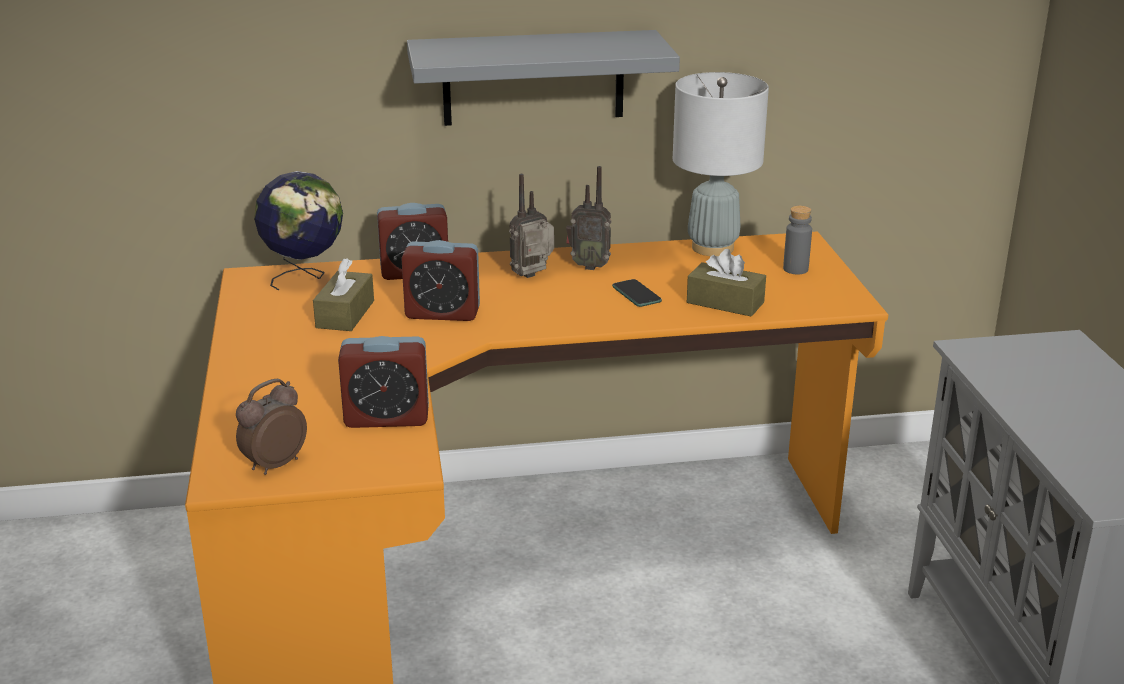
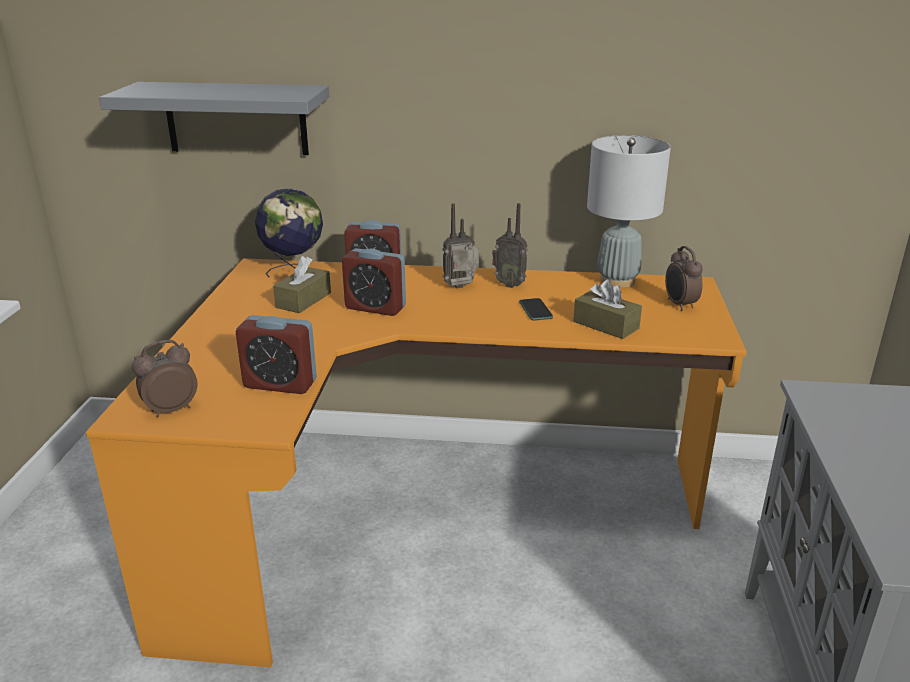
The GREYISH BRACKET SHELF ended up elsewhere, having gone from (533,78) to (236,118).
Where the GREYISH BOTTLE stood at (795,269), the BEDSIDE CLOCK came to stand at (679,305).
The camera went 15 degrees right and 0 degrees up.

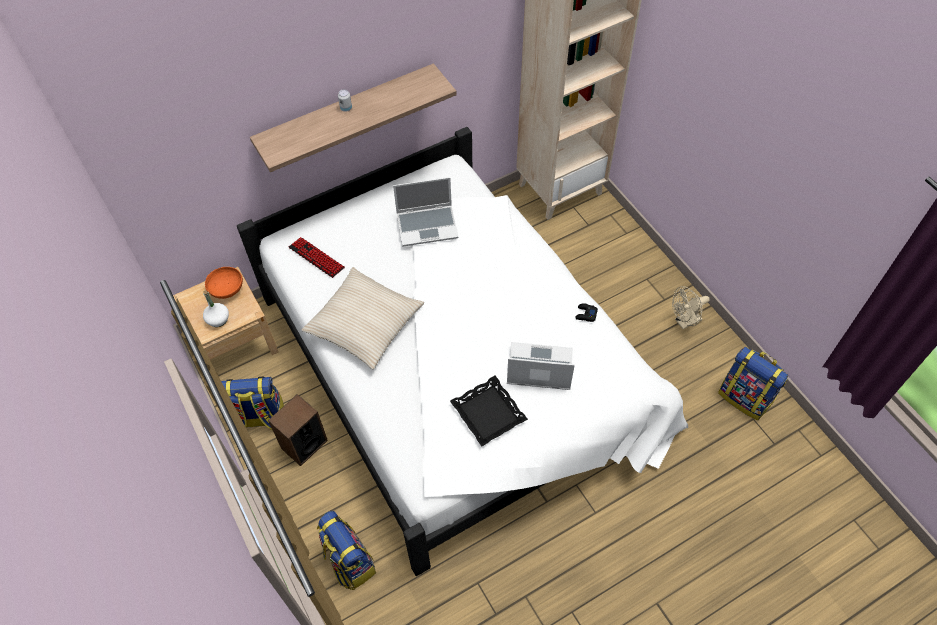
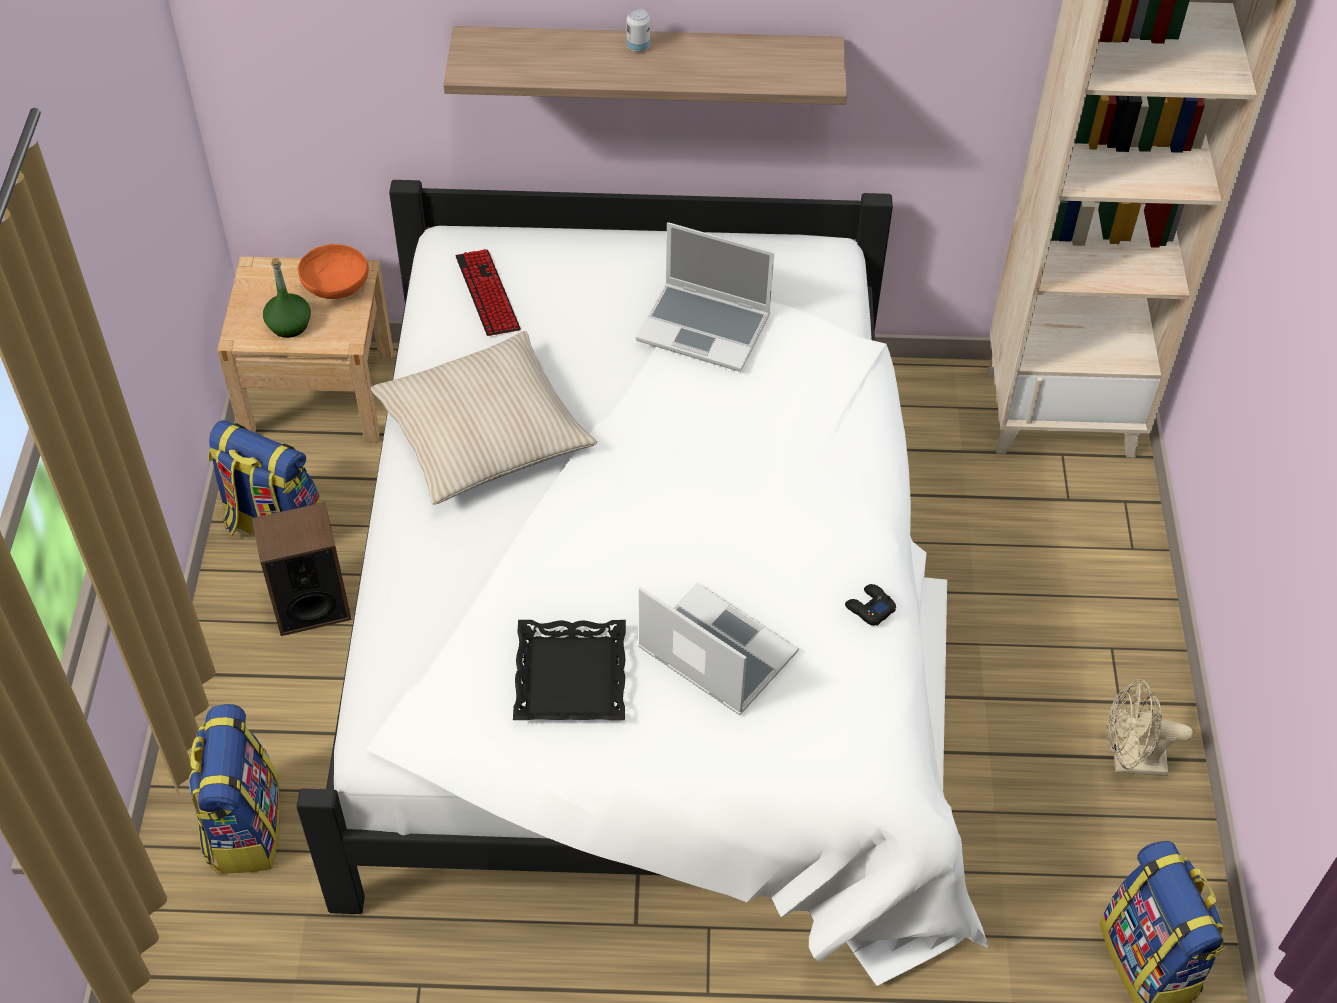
What was the WHITE-COLOURED BOTTLE at (218,319) turned into the GREEN-COLOURED BOTTLE at (289,325).
The camera went 30 degrees right and 5 degrees down.

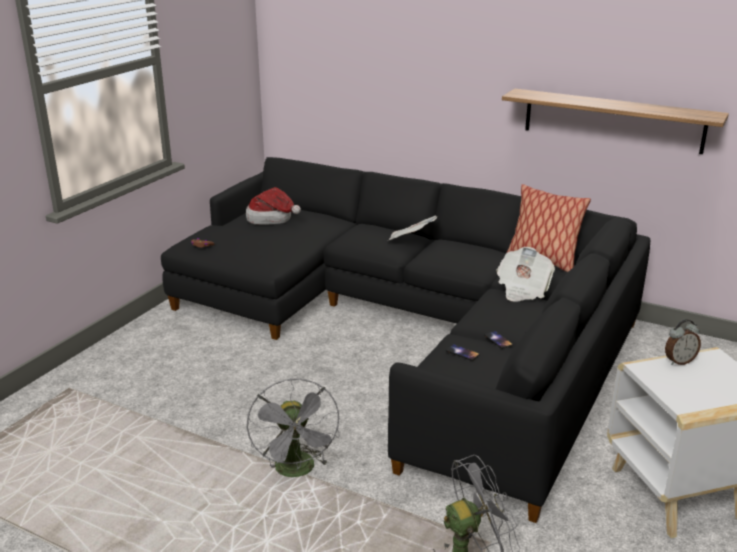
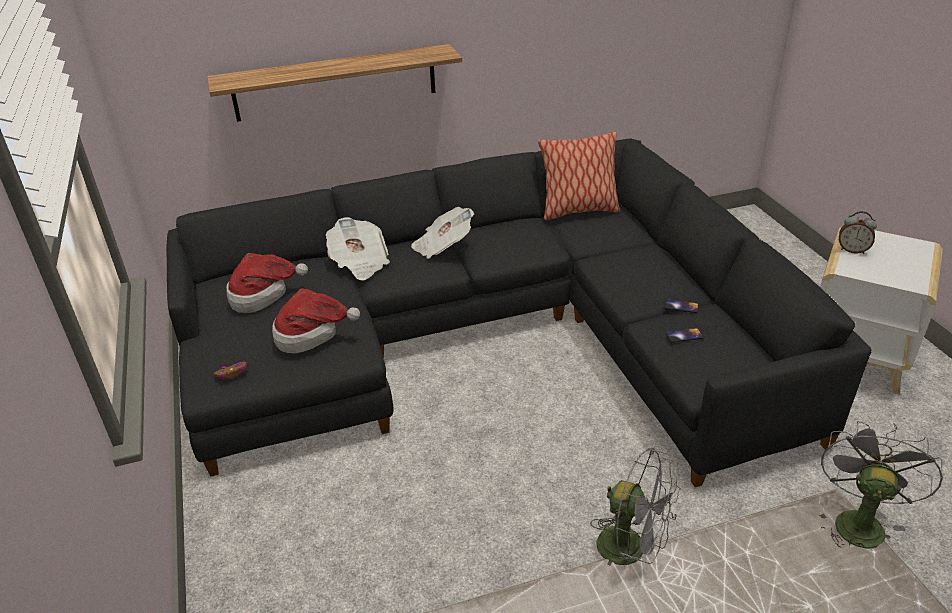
The BRACKET SHELF ended up elsewhere, having gone from (613,120) to (335,83).
The DAILY PAPER ended up elsewhere, having gone from (522,289) to (359,263).
The BEDSIDE CLOCK at (679,361) ended up facing another way, 90 degrees clockwise from before.
The second view gained the WEARABLE HAT at (311,334).
The camera went 45 degrees left and 10 degrees up.

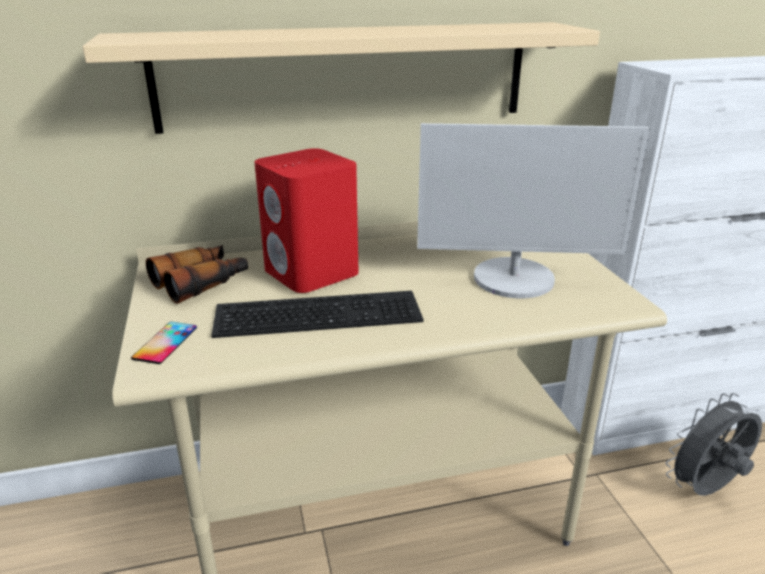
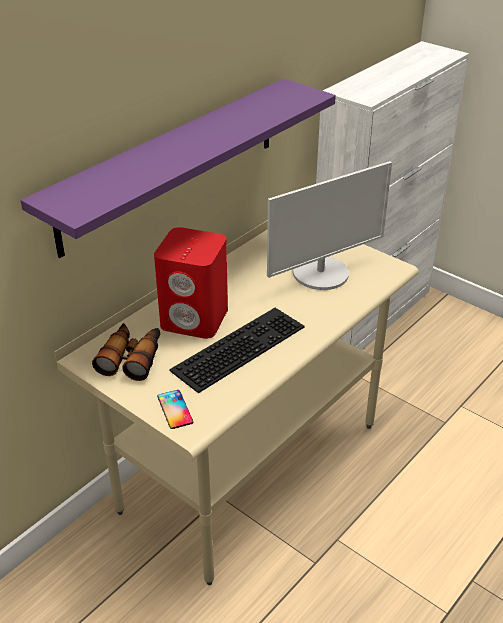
What was the SAND-COLOURED BRACKET SHELF at (345,76) turned into the PURPLE BRACKET SHELF at (171,164).
The second view lost the GREYISH FAN at (705,490).
The camera went 35 degrees left and 10 degrees up.

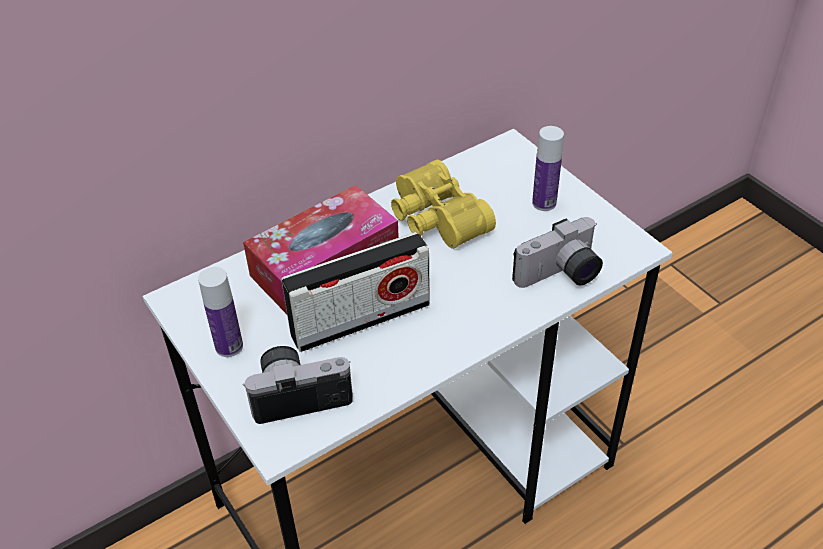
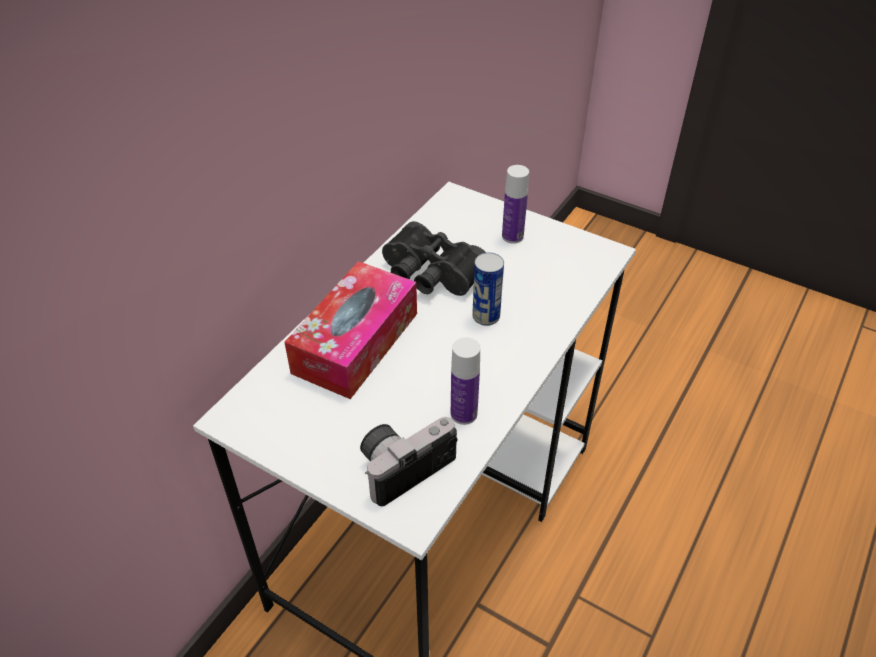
What was the YELLOW-COLOURED BINOCULARS at (435,219) turned into the BLACK BINOCULARS at (430,275).
The second view lost the PHOTO CAMERA at (560,276).
The second view lost the RADIO SET at (360,319).
The BOTTLE ended up elsewhere, having gone from (229,346) to (463,414).
The second view gained the SEALED CAN at (486,316).
The camera went 25 degrees left and 0 degrees up.

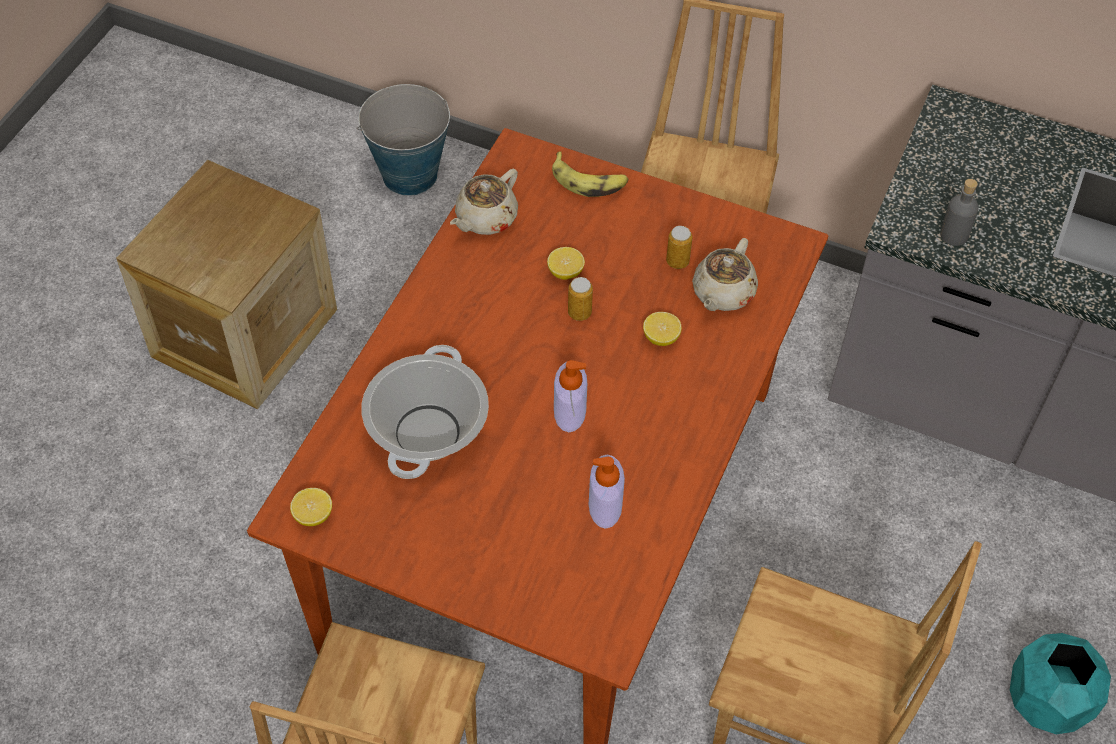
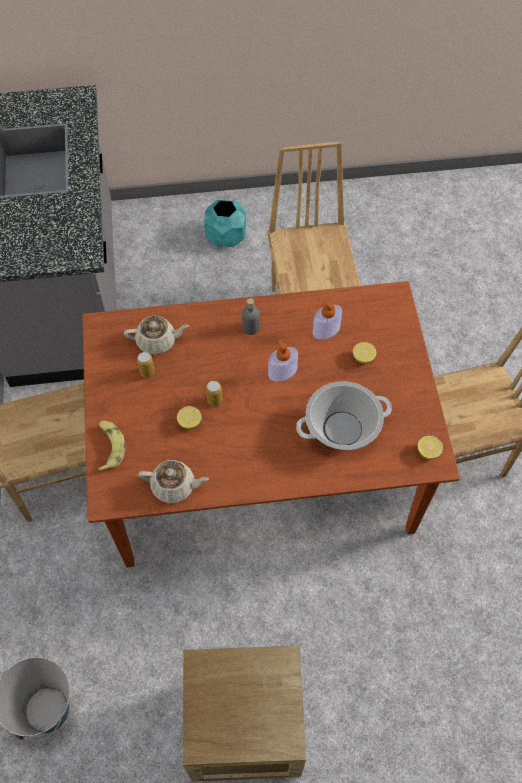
The GREYISH BOTTLE ended up elsewhere, having gone from (954,235) to (251,328).
The CITRUS FRUIT ended up elsewhere, having gone from (661,337) to (363,357).
The camera went 120 degrees left and 5 degrees up.

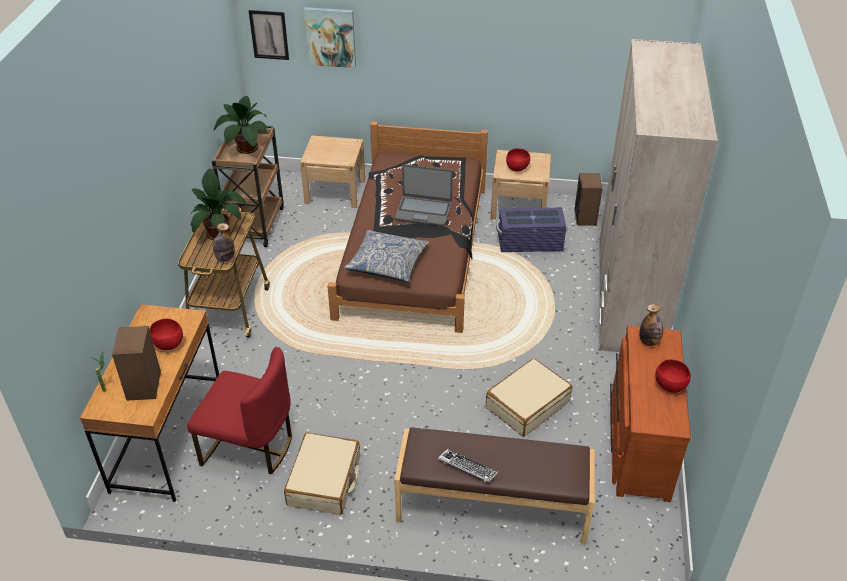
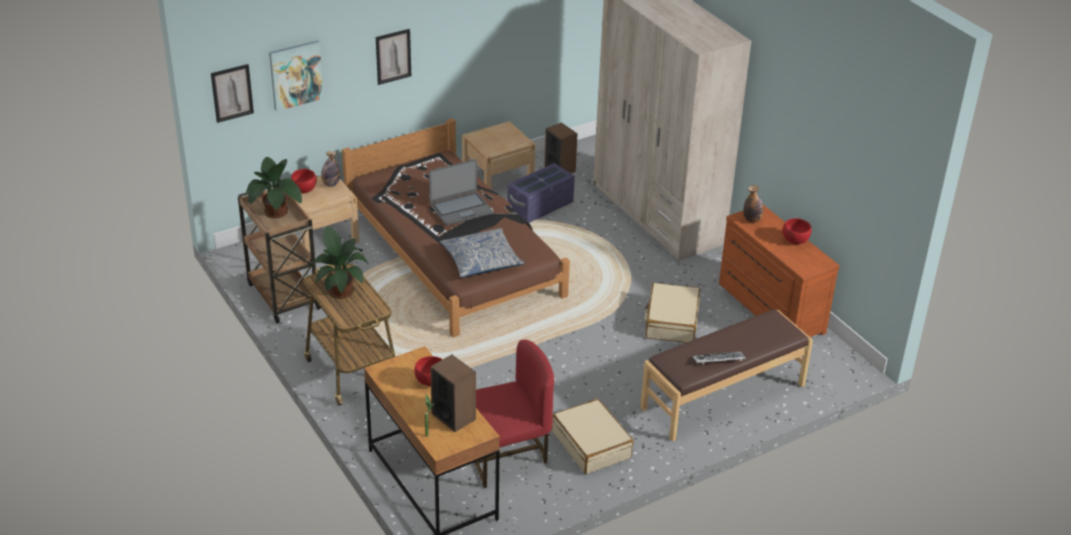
The RED BOWL ended up elsewhere, having gone from (517,168) to (304,190).
The BOTTLE ended up elsewhere, having gone from (225,258) to (331,184).
The second view gained the PICTURE at (393,56).
The camera went 40 degrees left and 5 degrees down.

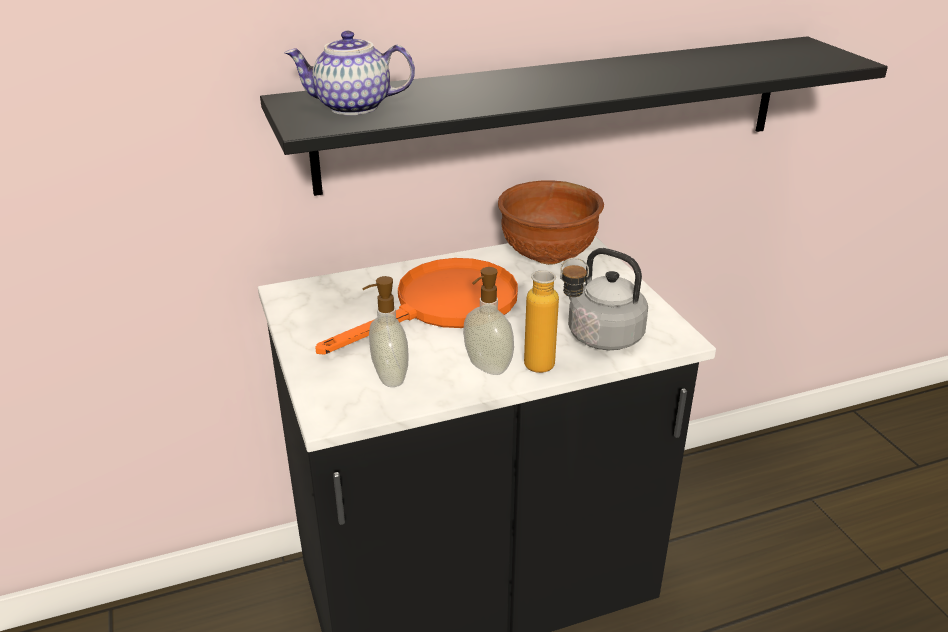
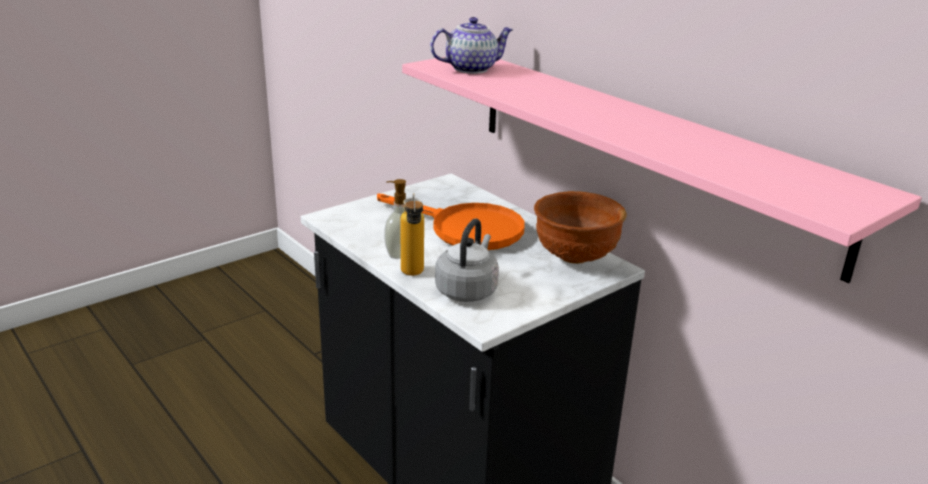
The TEAPOT at (352,108) ended up facing another way, 90 degrees clockwise from before.
What was the BLACK BRACKET SHELF at (558,112) turned into the PINK-COLOURED BRACKET SHELF at (642,151).
The second view lost the SOAP BOTTLE at (388,377).
The camera went 70 degrees right and 5 degrees down.

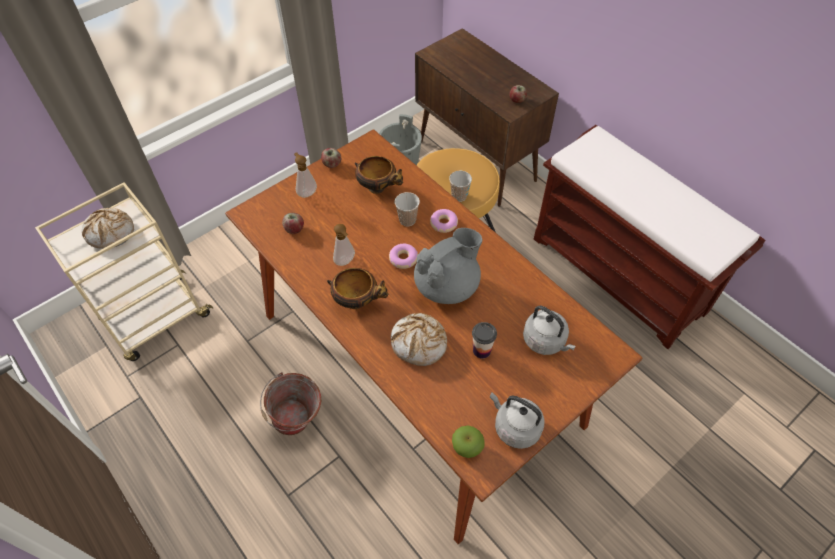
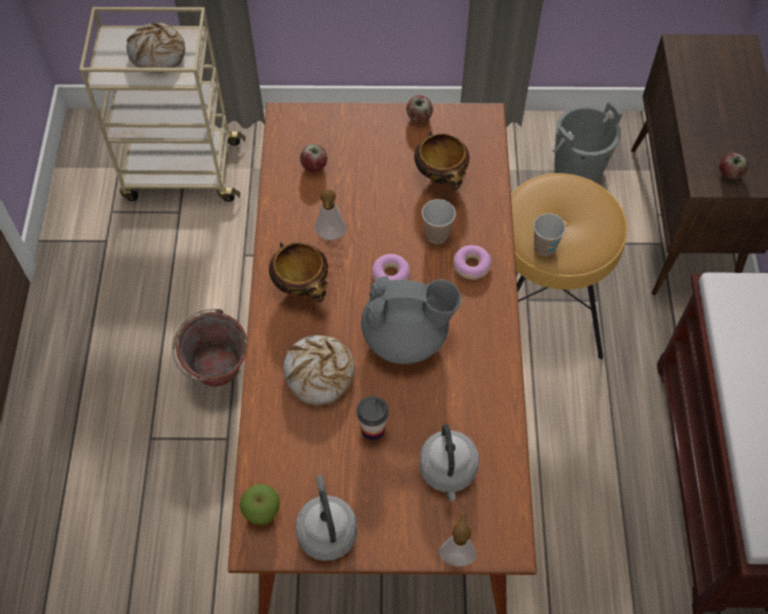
The SOAP BOTTLE ended up elsewhere, having gone from (306,193) to (456,555).
The camera went 40 degrees right and 5 degrees up.

